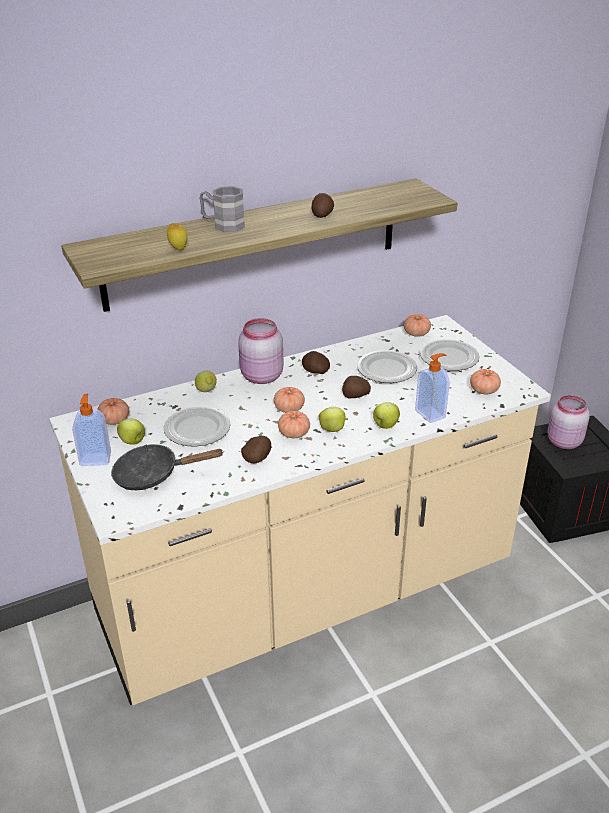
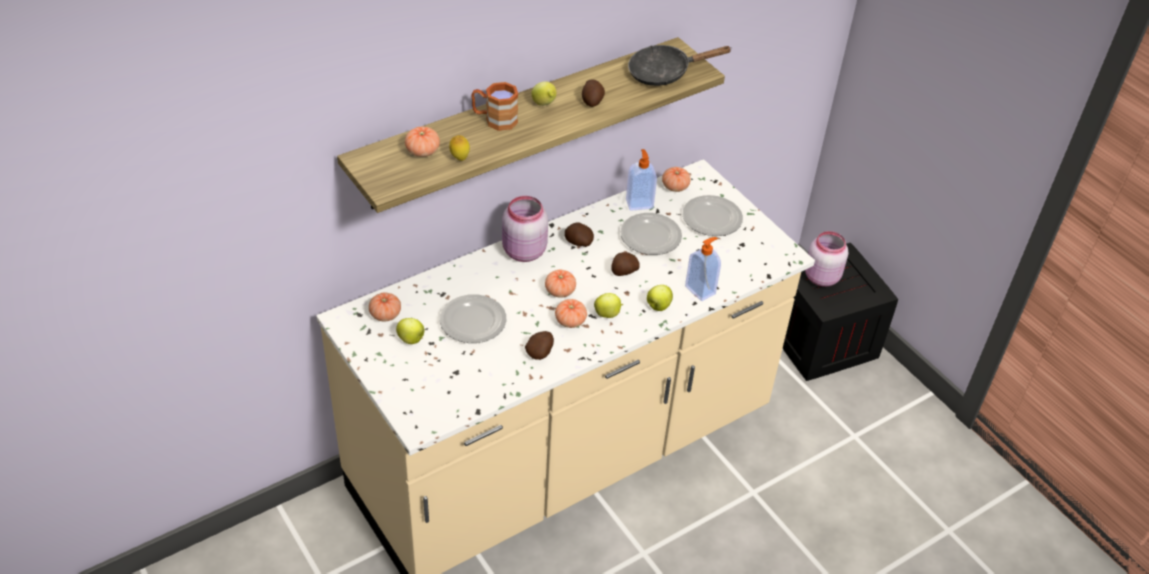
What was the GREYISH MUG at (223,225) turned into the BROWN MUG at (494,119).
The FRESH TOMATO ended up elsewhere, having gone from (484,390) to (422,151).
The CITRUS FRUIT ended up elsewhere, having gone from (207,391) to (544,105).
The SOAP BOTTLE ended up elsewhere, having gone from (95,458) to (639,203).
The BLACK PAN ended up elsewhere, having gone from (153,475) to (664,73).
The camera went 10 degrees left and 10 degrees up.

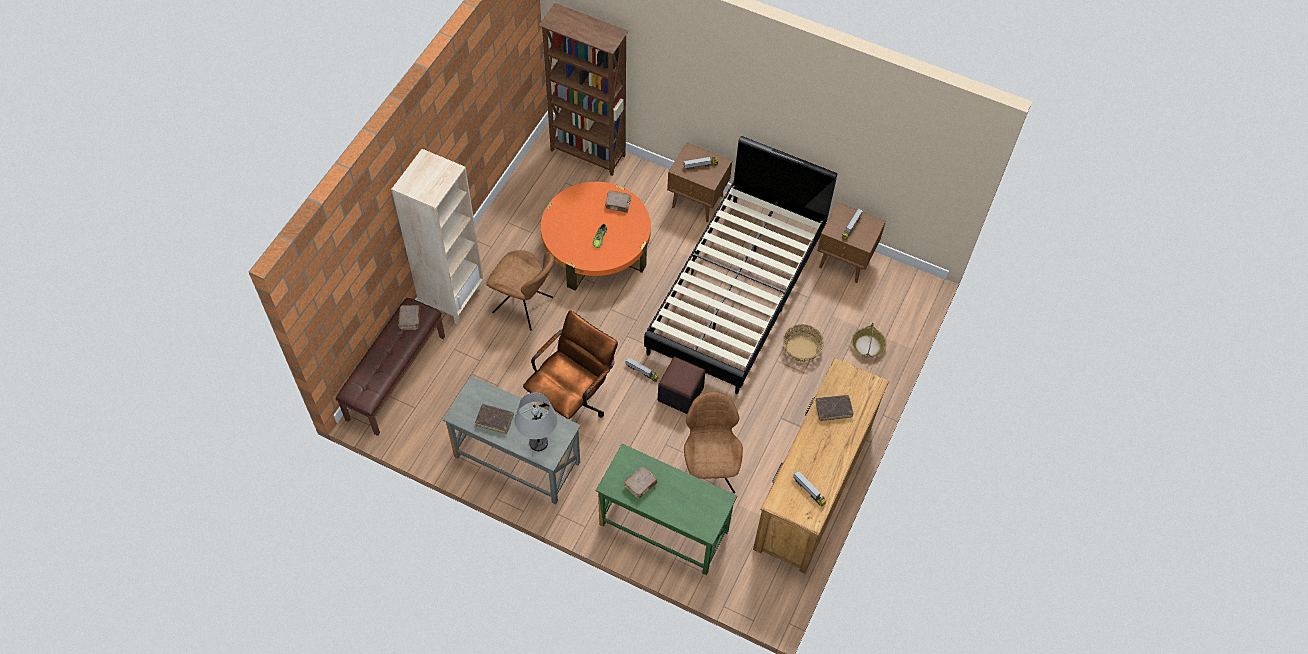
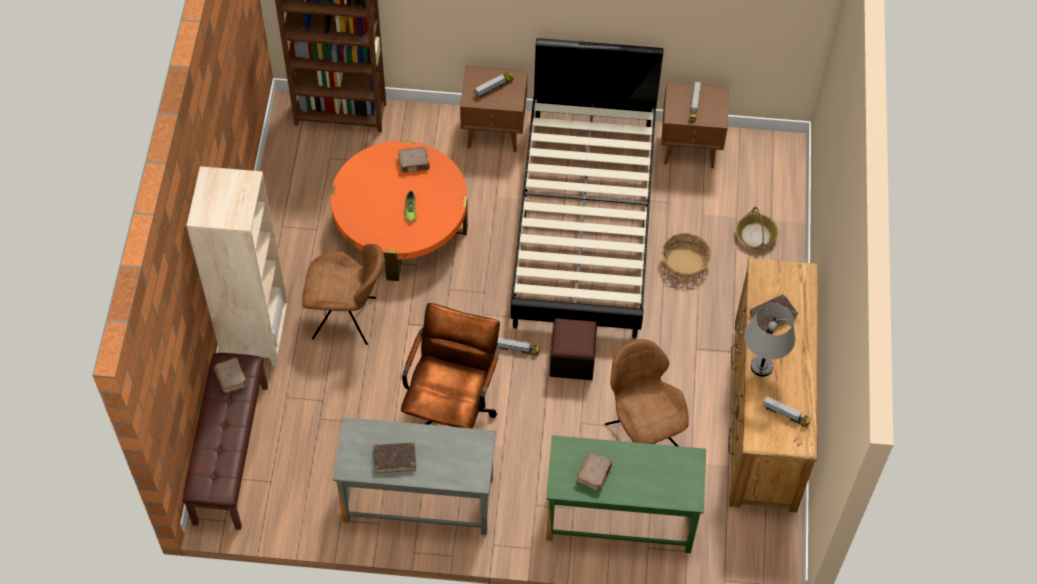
The GREYISH LAMP FOR A TABLE ended up elsewhere, having gone from (538,443) to (762,367).
The camera went 20 degrees left and 0 degrees up.

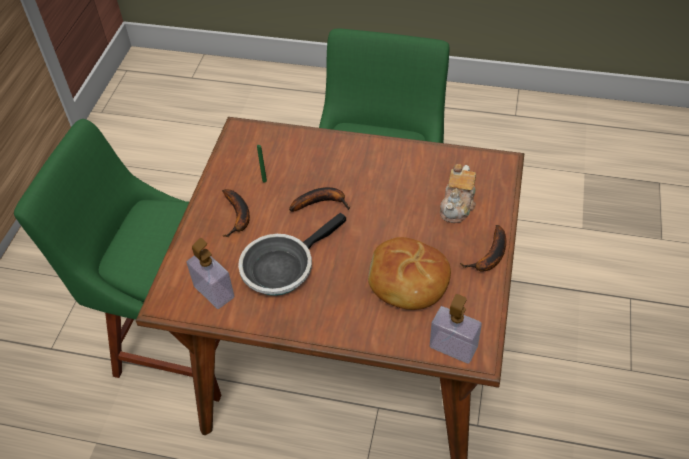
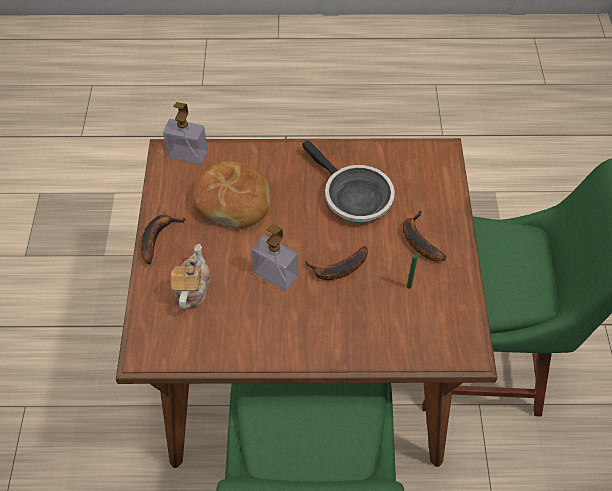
The PAN at (282,267) ended up facing another way, 105 degrees clockwise from before.
The SOAP BOTTLE ended up elsewhere, having gone from (214,292) to (275,275).
The camera went 165 degrees right and 5 degrees up.

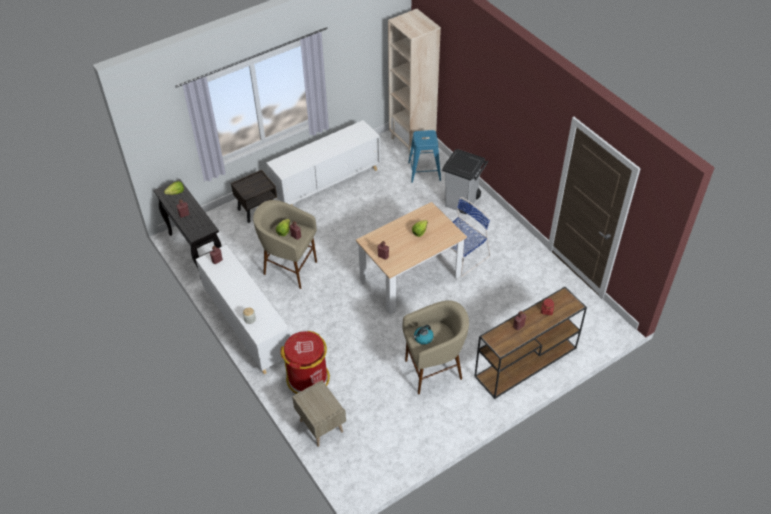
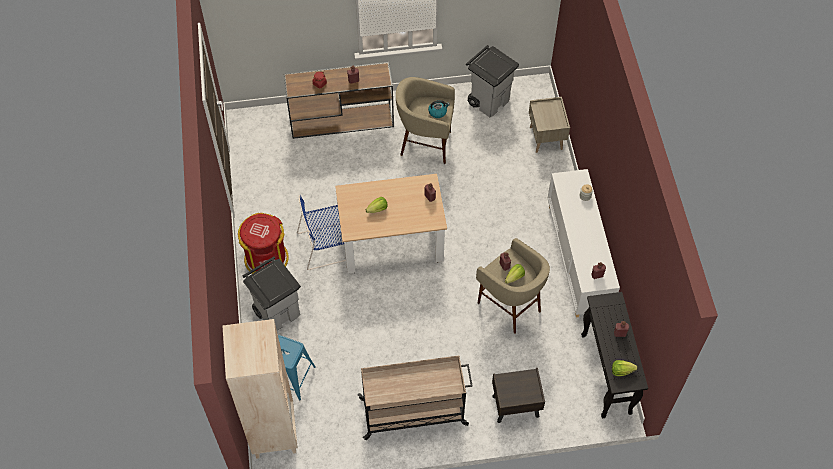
Where the WHITE-COLOURED CUPBOARD stood at (327,183), the SAND-COLOURED TROLLEY came to stand at (414,412).
The RED TRASH CAN ended up elsewhere, having gone from (308,378) to (266,258).
The second view gained the GREYISH TRASH CAN at (489,101).
The camera went 155 degrees left and 10 degrees up.

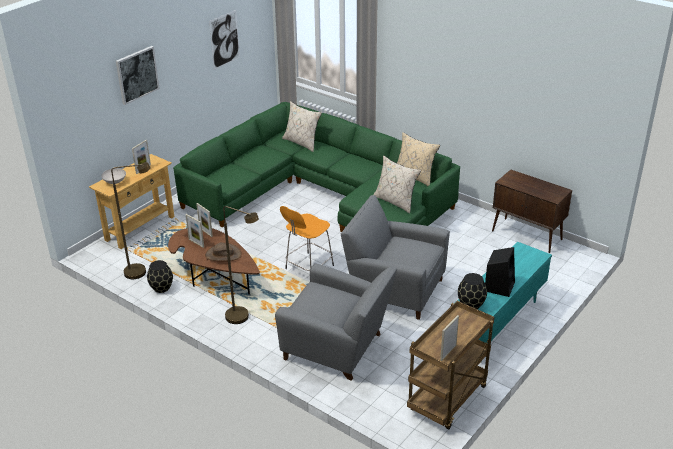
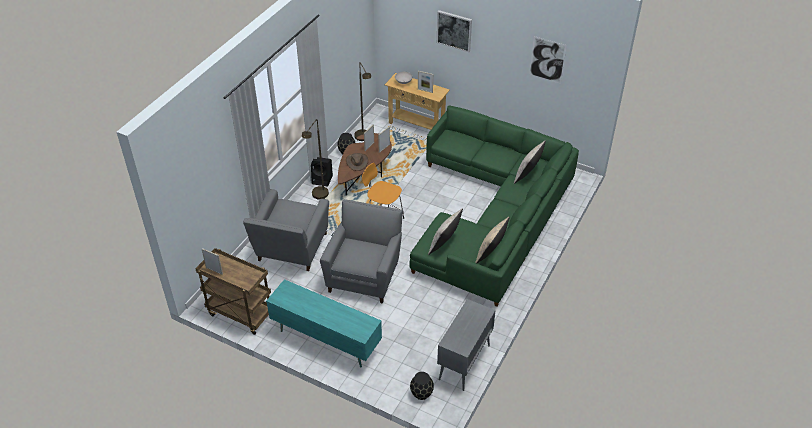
What was the BROWN CUPBOARD at (527,235) turned into the GREYISH CUPBOARD at (464,363).
The BLACK AUDIO SPEAKER ended up elsewhere, having gone from (499,286) to (322,179).
The BLACK FLOWER VASE ended up elsewhere, having gone from (471,305) to (421,394).
The camera went 80 degrees right and 10 degrees up.

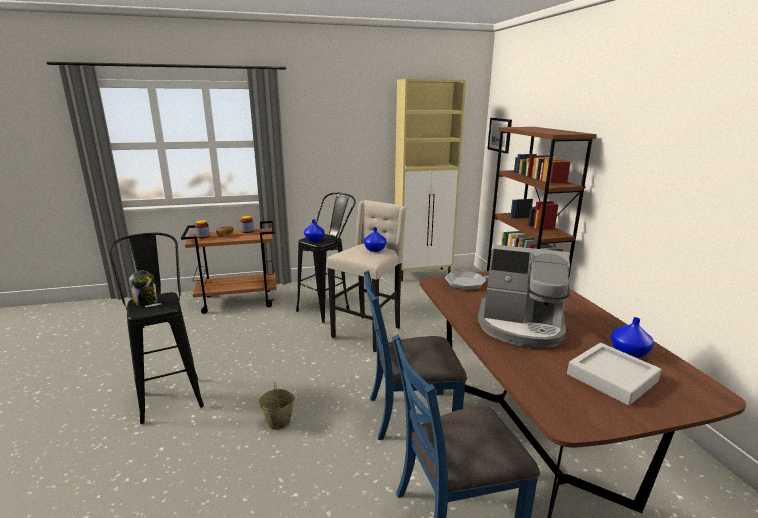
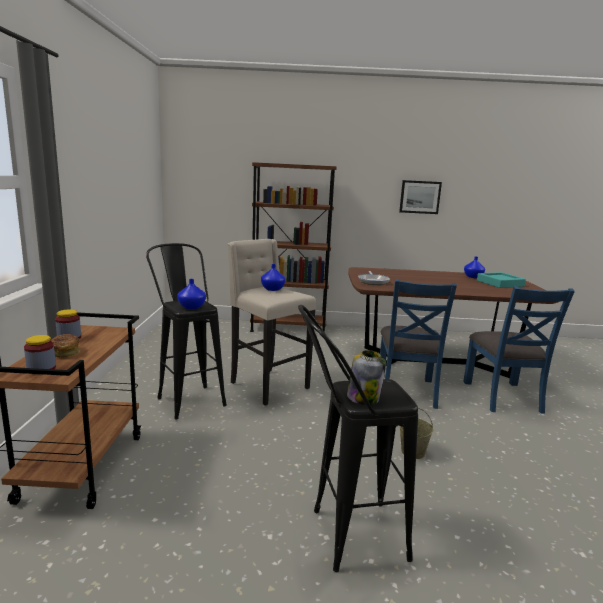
The second view lost the SAND-COLOURED CUPBOARD at (423,275).
The PICTURE ended up elsewhere, having gone from (500,135) to (420,197).
The second view lost the COFFEE MACHINE at (521,326).
What was the GREYISH TRAY at (611,378) turned into the TURQUOISE-COLOURED TRAY at (500,283).
The camera went 75 degrees left and 5 degrees down.

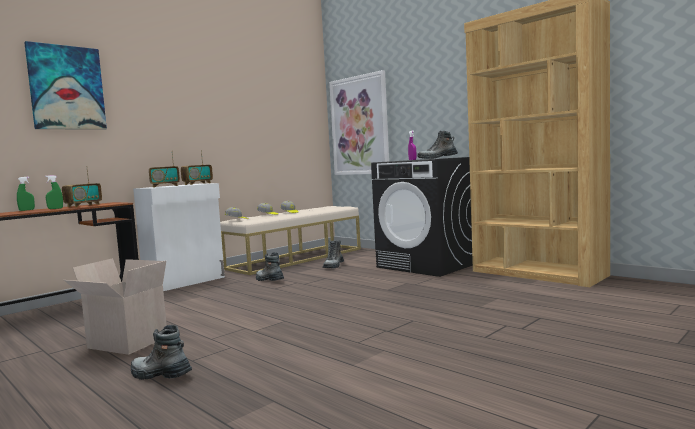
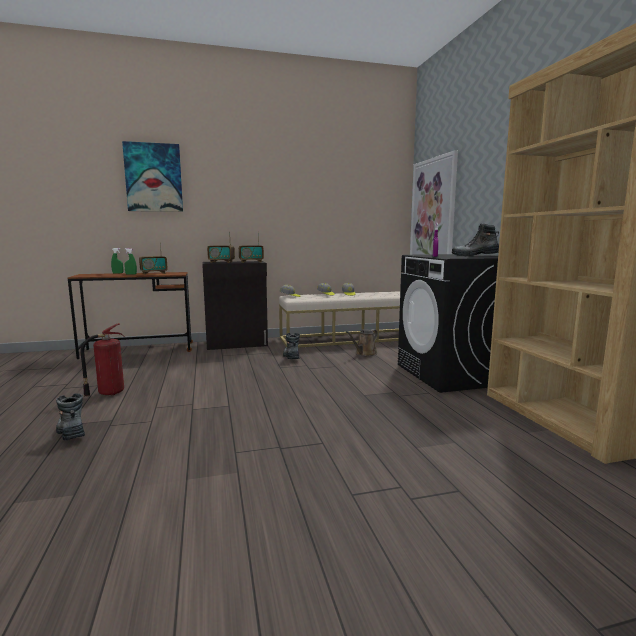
What was the WHITE-COLOURED CUPBOARD at (186,281) turned into the BLACK CUPBOARD at (237,344).
Where the BOOT stood at (333,266), the BROWN SPRINKLING CAN came to stand at (364,354).
Where the CARTON stood at (125,343), the FIRE EXTINGUISHER came to stand at (109,393).
The camera went 30 degrees right and 5 degrees up.

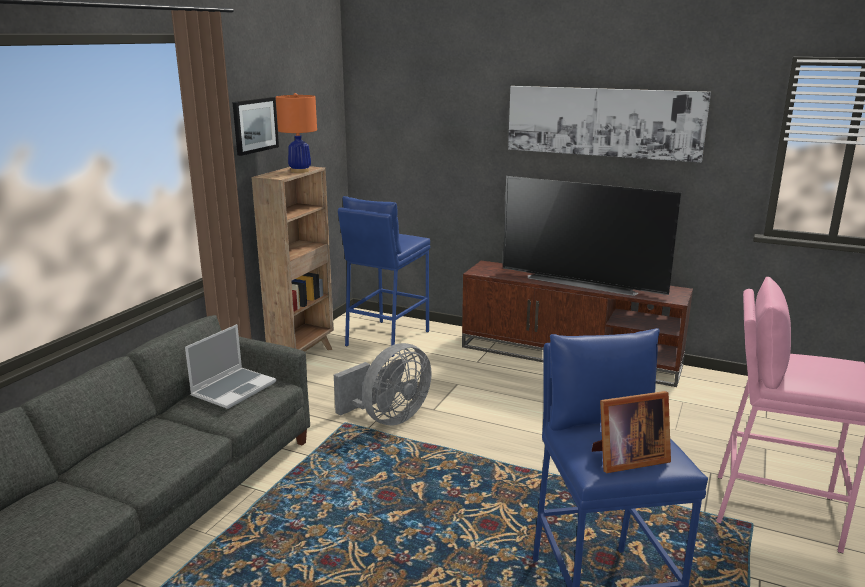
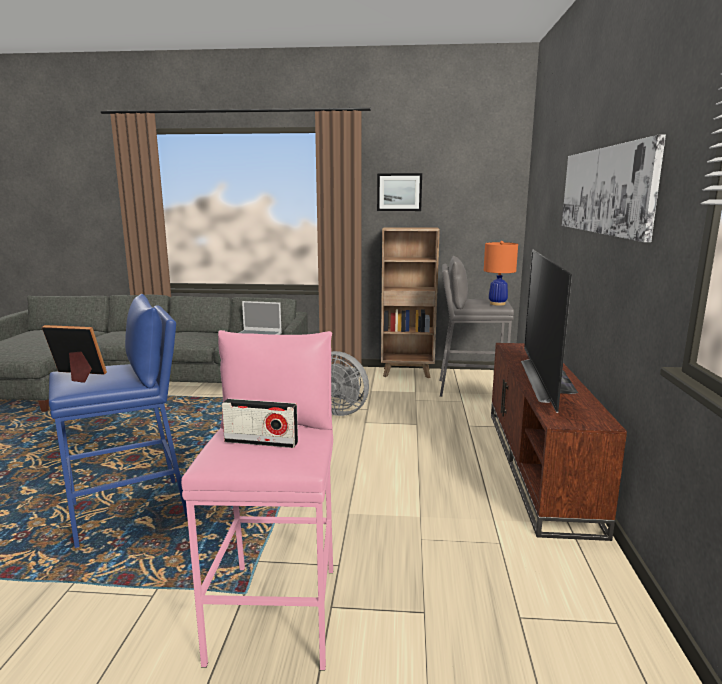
The ORANGE LAMP FOR A TABLE ended up elsewhere, having gone from (300,171) to (497,304).
What was the BLUE SITTING STOOL at (386,338) turned into the GREYISH SITTING STOOL at (470,389).
The STANDING FRAME at (626,459) ended up facing another way, 135 degrees clockwise from before.
The second view gained the RADIO SET at (261,442).
The camera went 70 degrees right and 5 degrees down.

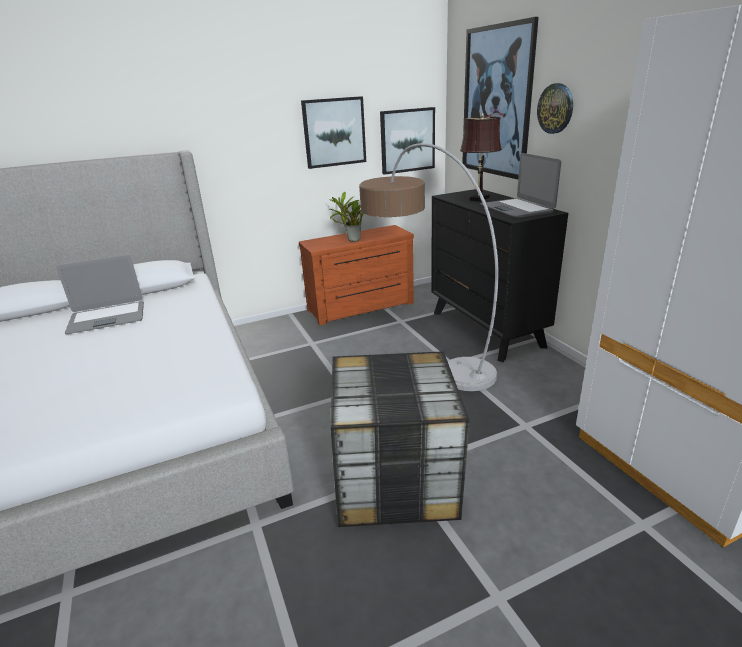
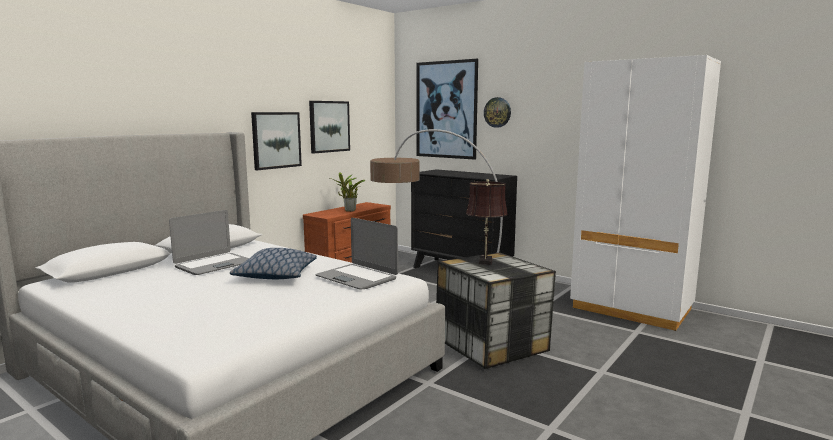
The PICTURE ended up elsewhere, having gone from (407,140) to (276,140).
The BROWN LAMP FOR A TABLE ended up elsewhere, having gone from (478,199) to (485,262).
The NOTEBOOK COMPUTER ended up elsewhere, having gone from (517,209) to (357,277).
The second view gained the CUSHION at (276,275).
The camera went 30 degrees left and 15 degrees down.

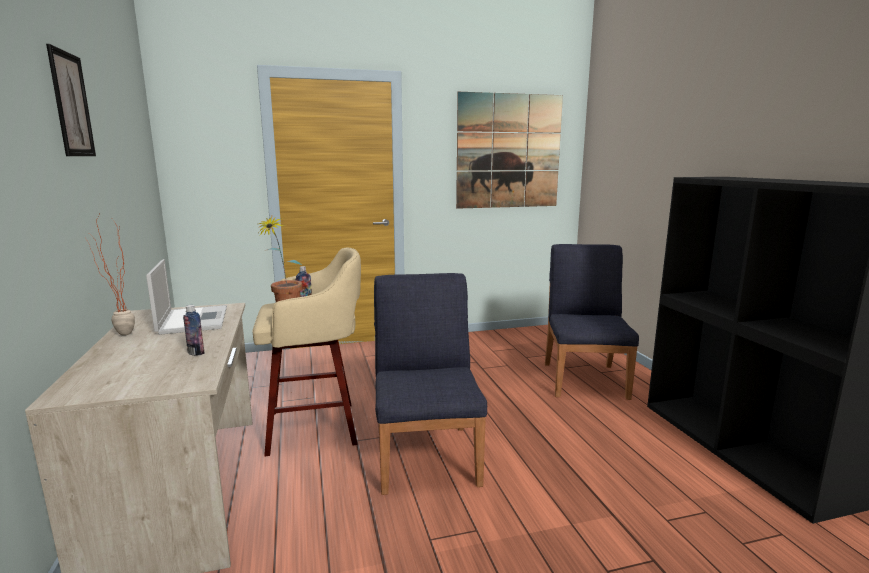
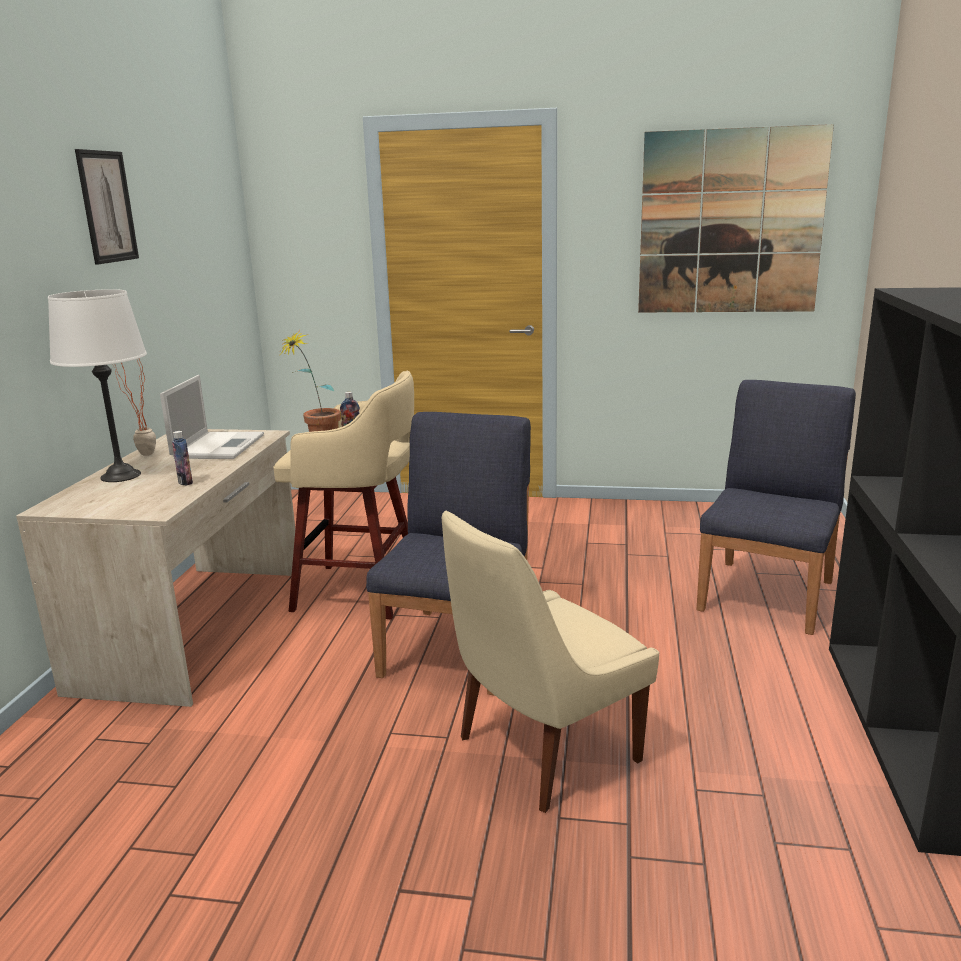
The second view gained the WHITE-COLOURED LAMP FOR A TABLE at (121,476).
The second view gained the SAND-COLOURED UPRIGHT CHAIR at (542,752).
The camera went 25 degrees right and 5 degrees up.

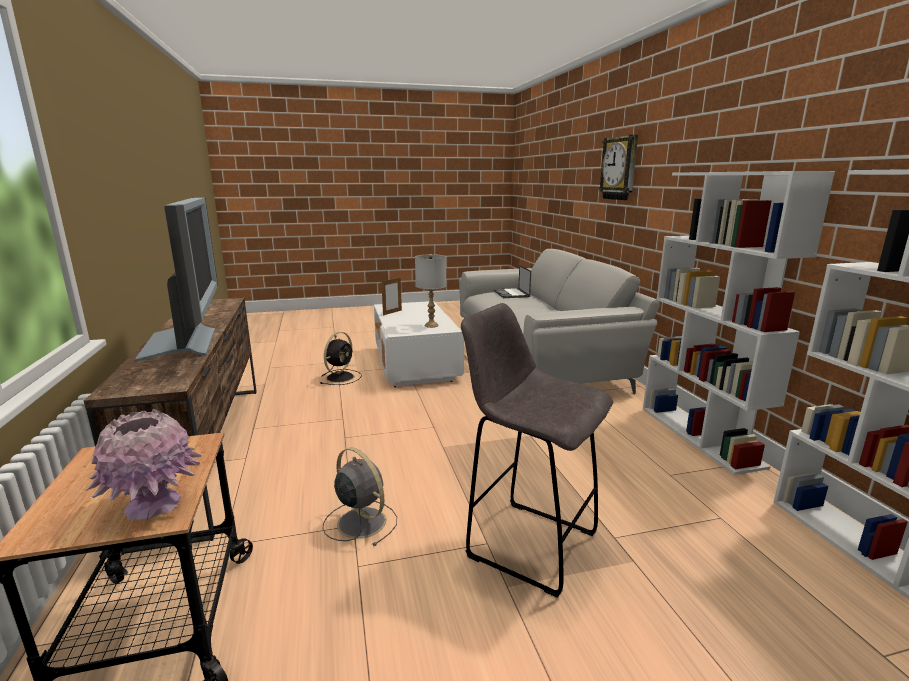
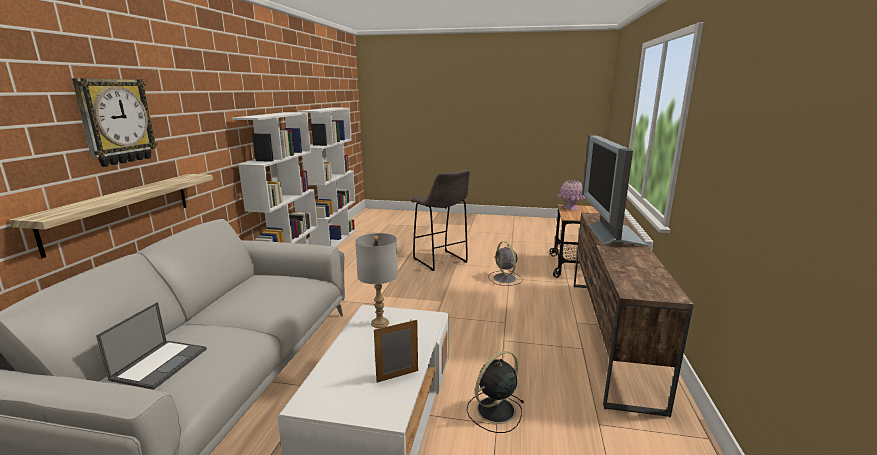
The second view gained the BRACKET SHELF at (121,210).
The camera went 155 degrees left and 0 degrees up.

